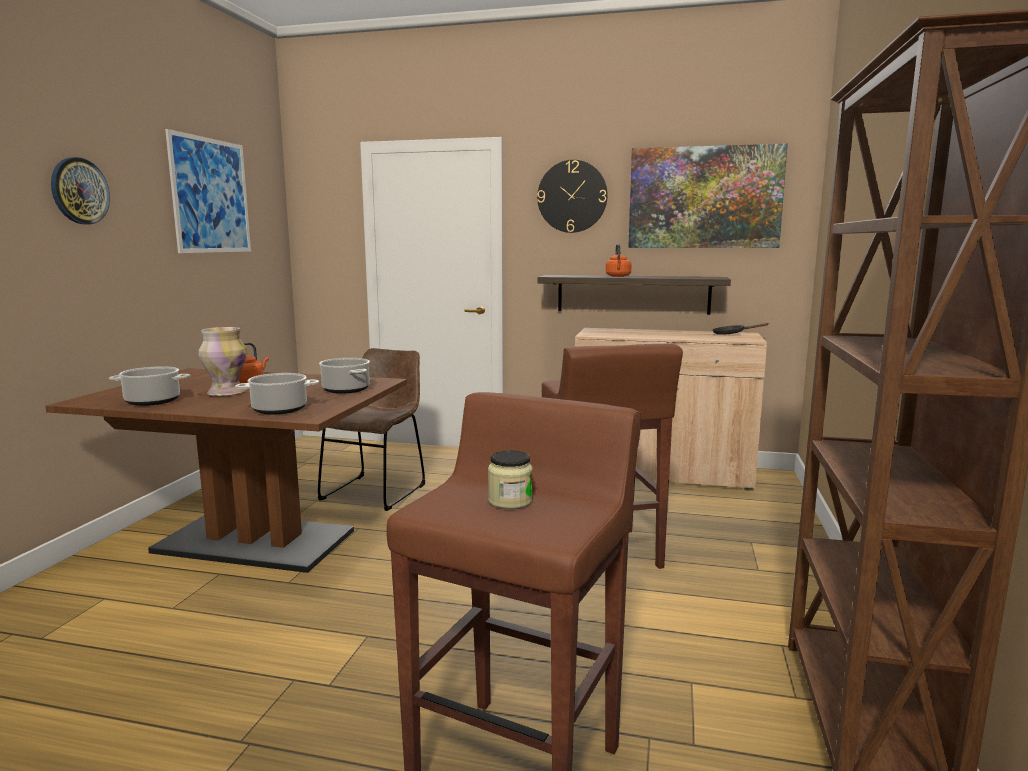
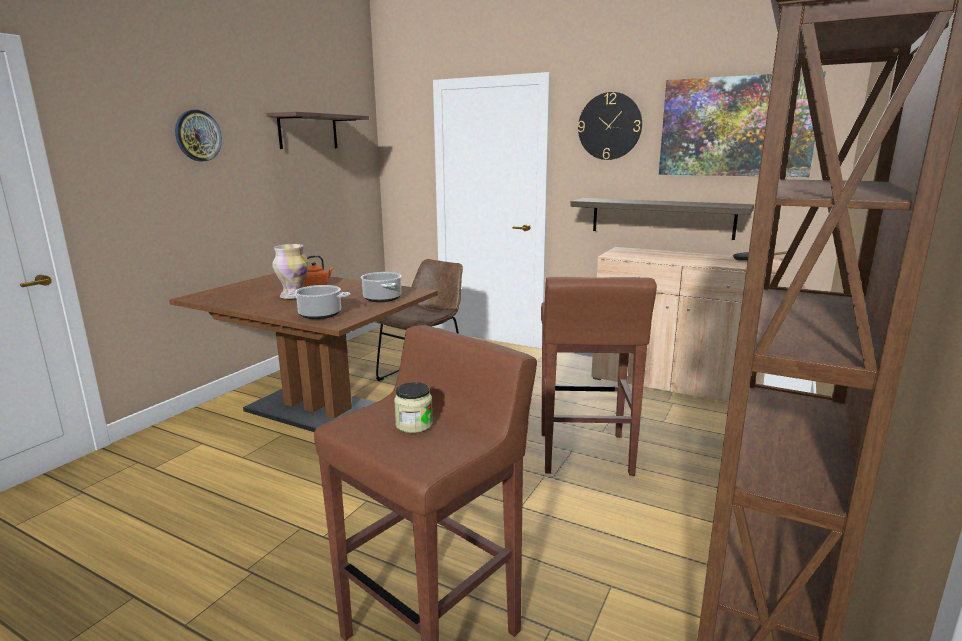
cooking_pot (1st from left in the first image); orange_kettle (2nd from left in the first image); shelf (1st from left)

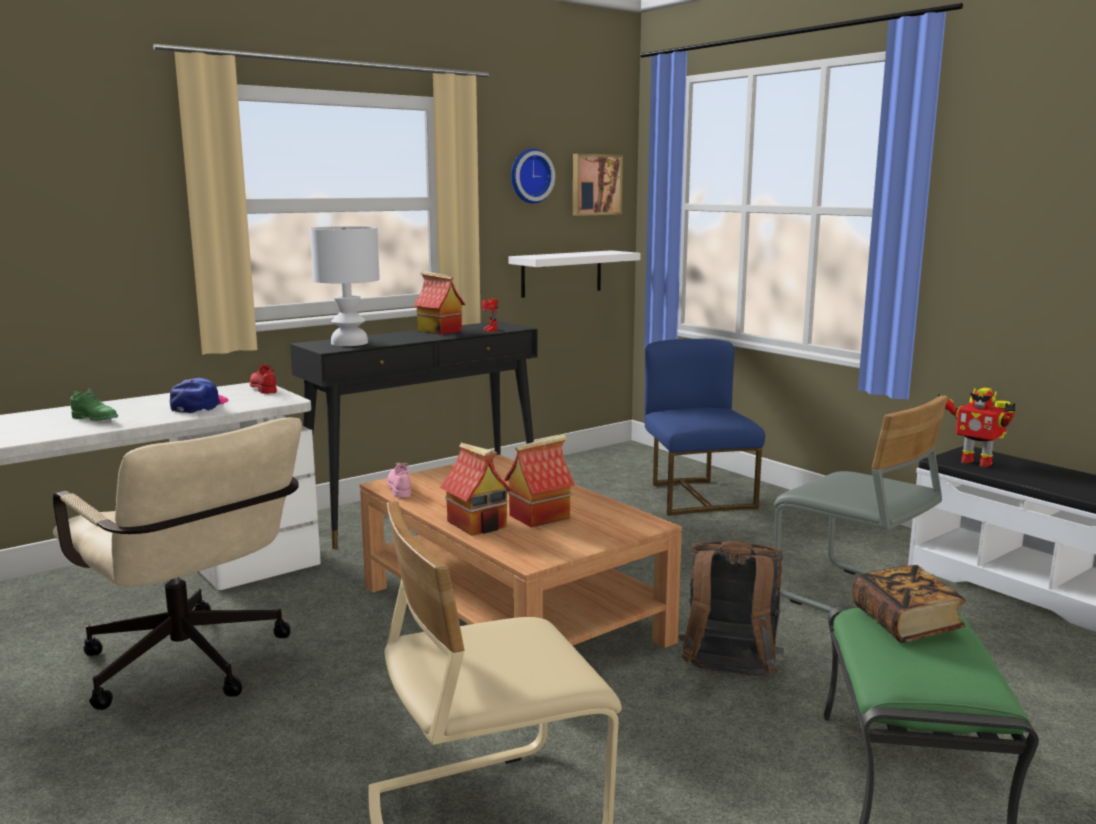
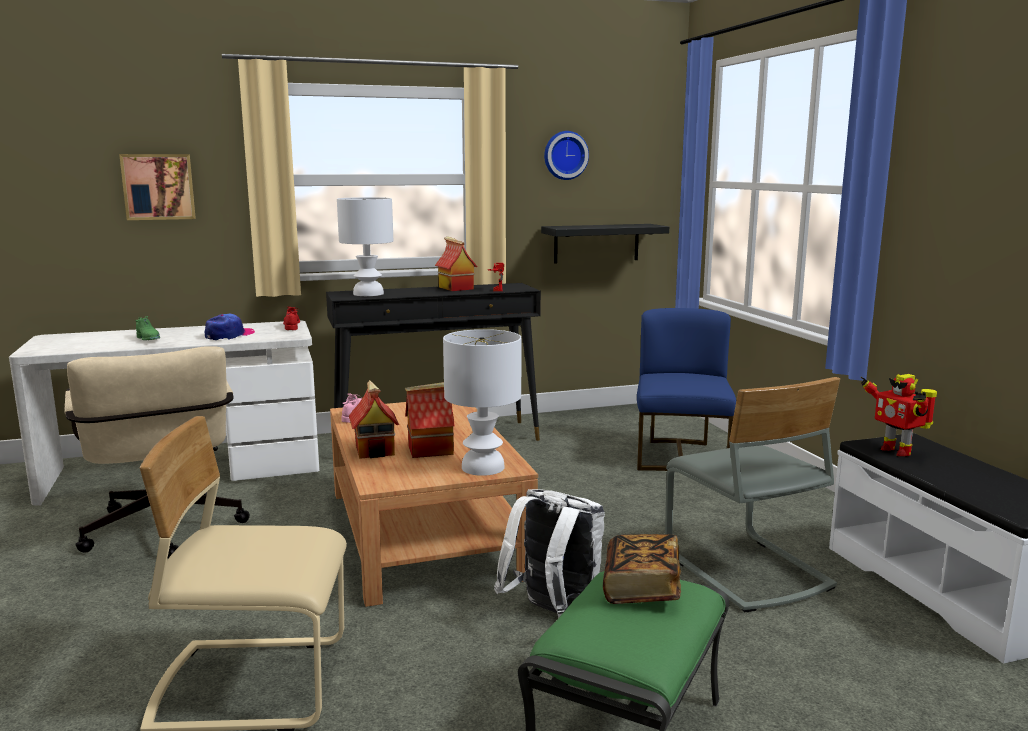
white_table_lamp (2nd from left); picture; black_shelf; white_backpack

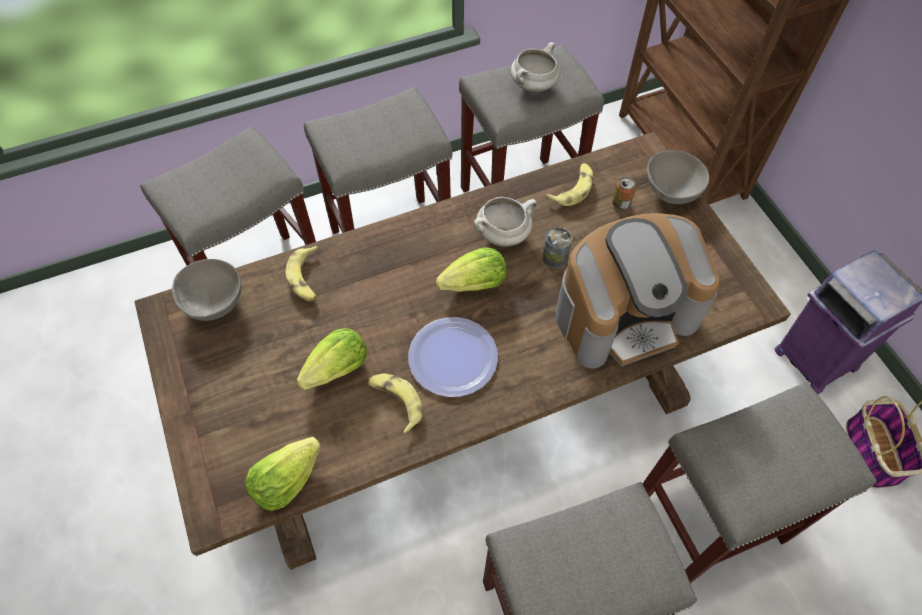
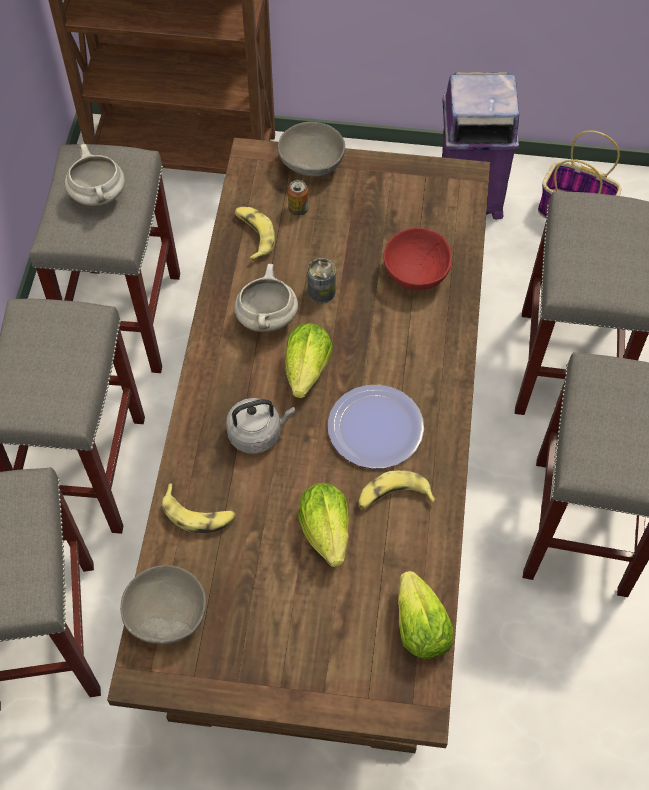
grey_kettle; red_bowl

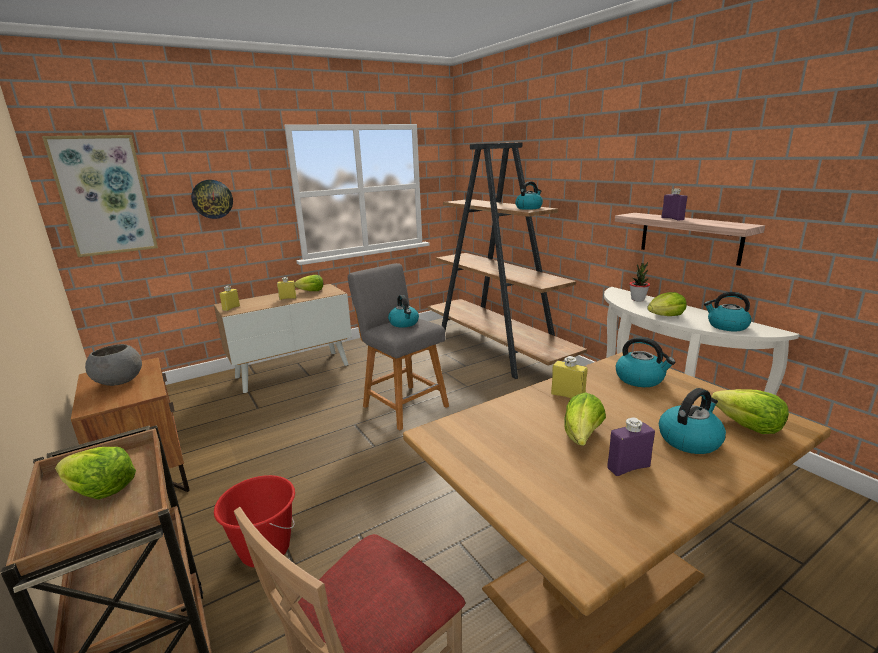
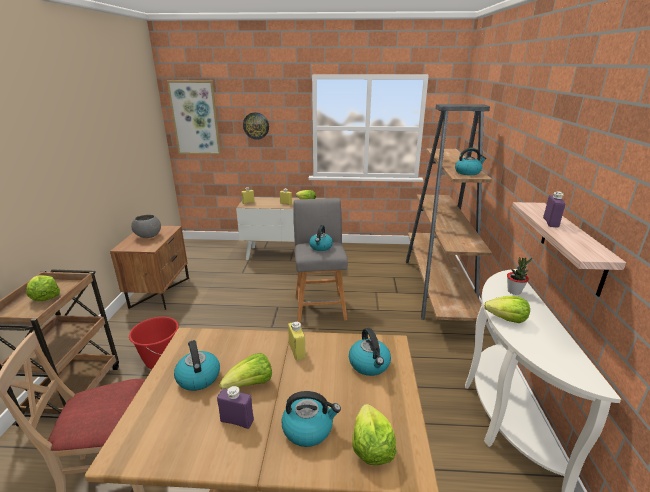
kettle (1st from left)

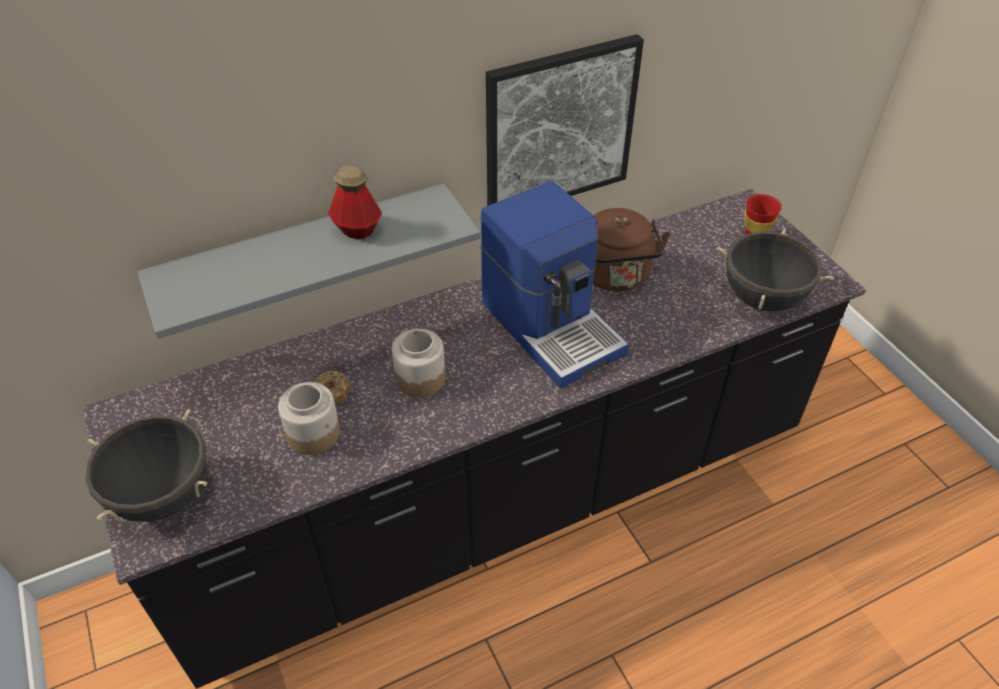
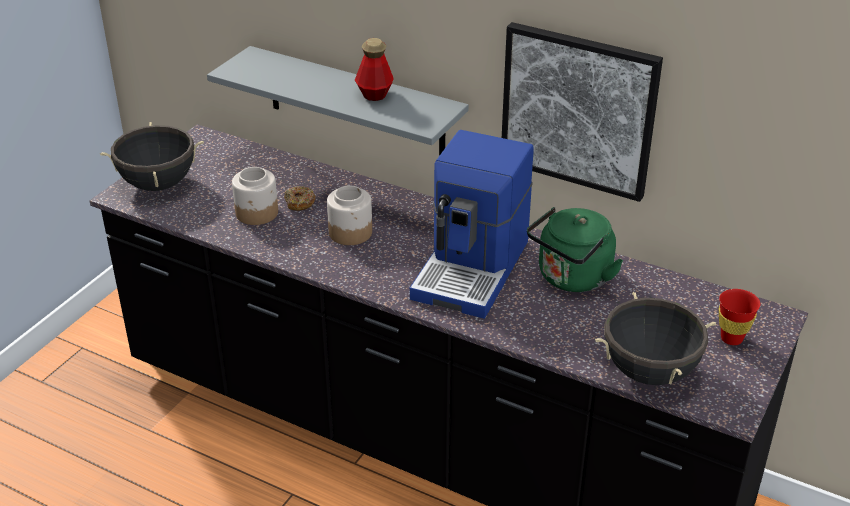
green_kettle

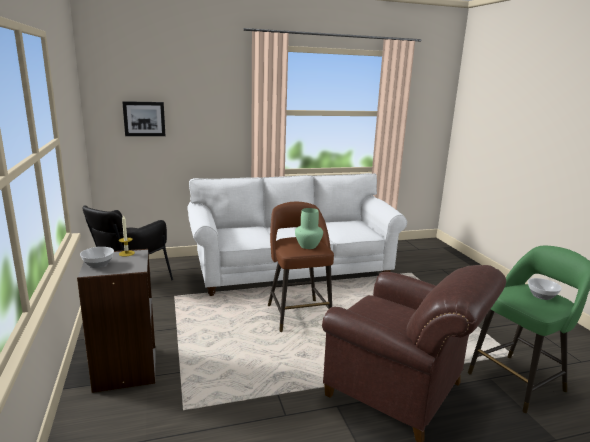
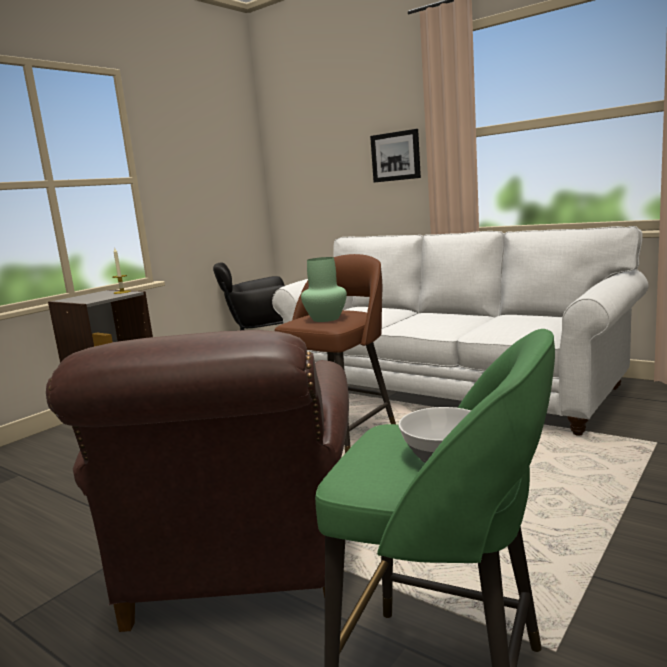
bowl (1st from left in the first image); picture

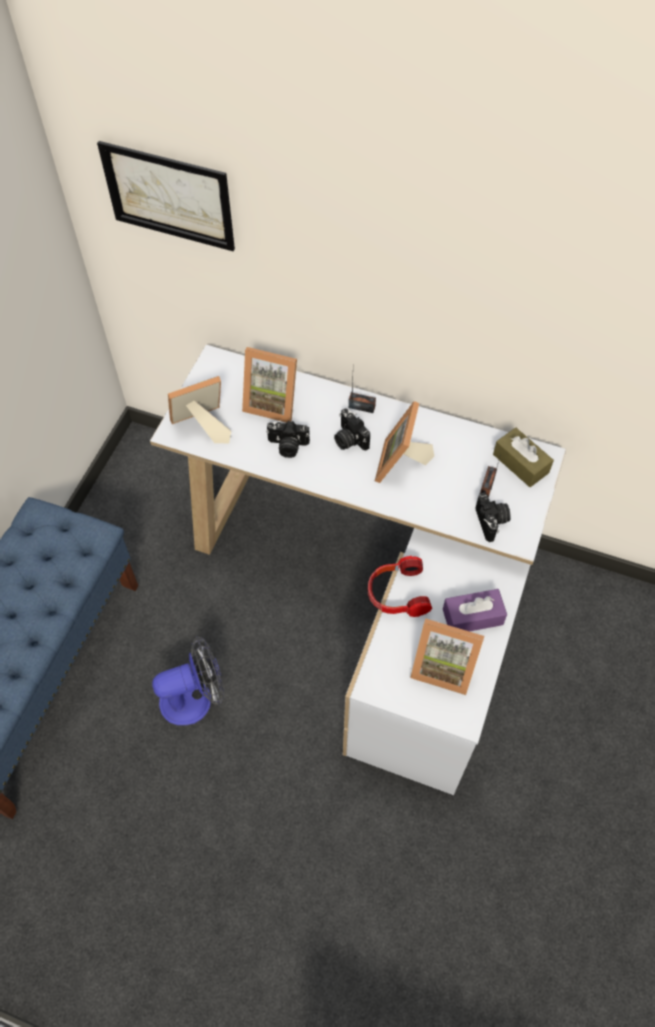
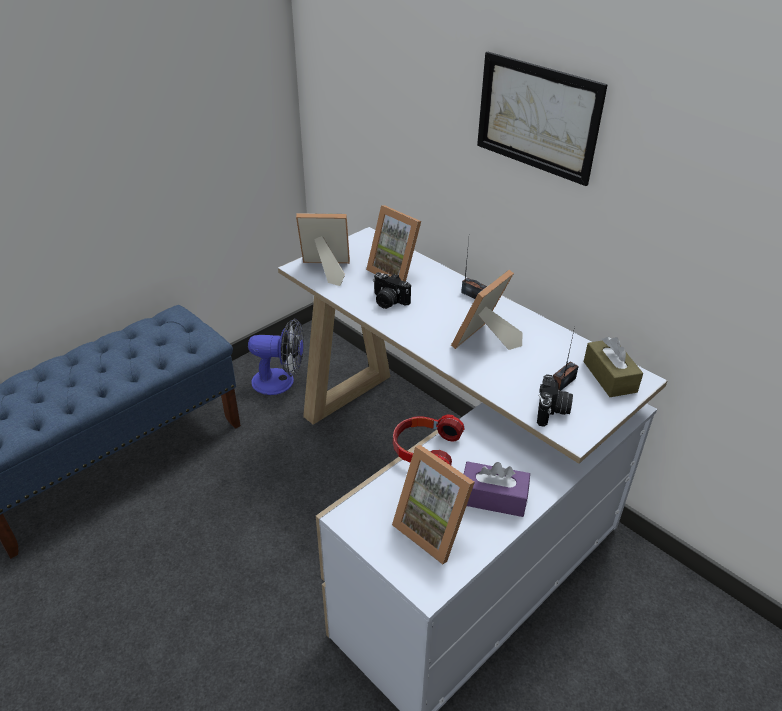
photo_camera (2nd from left in the first image); picture; fan

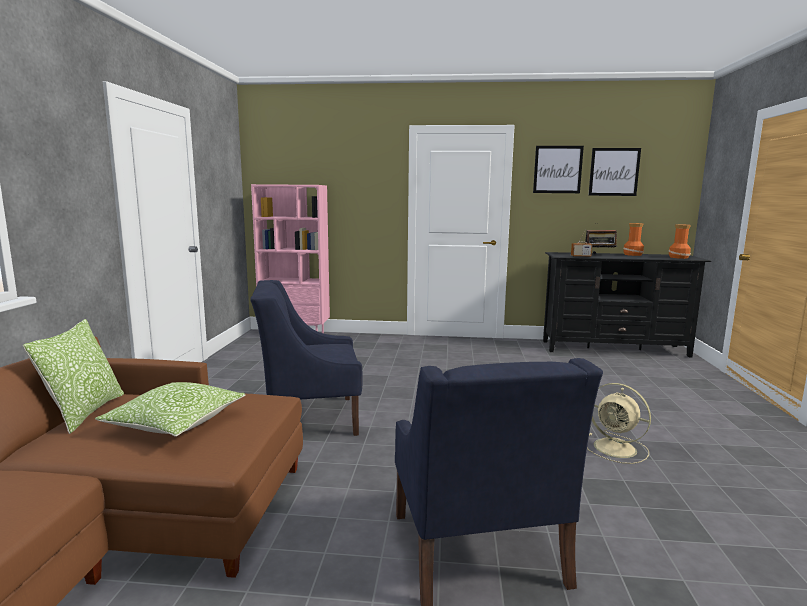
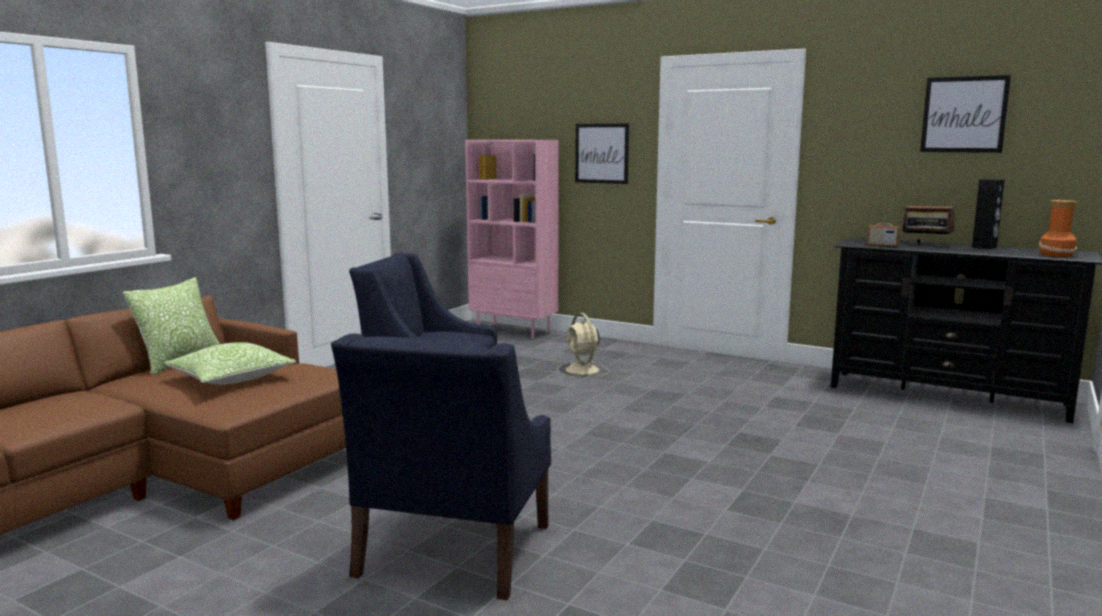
picture (1st from left); beige_fan; black_speaker

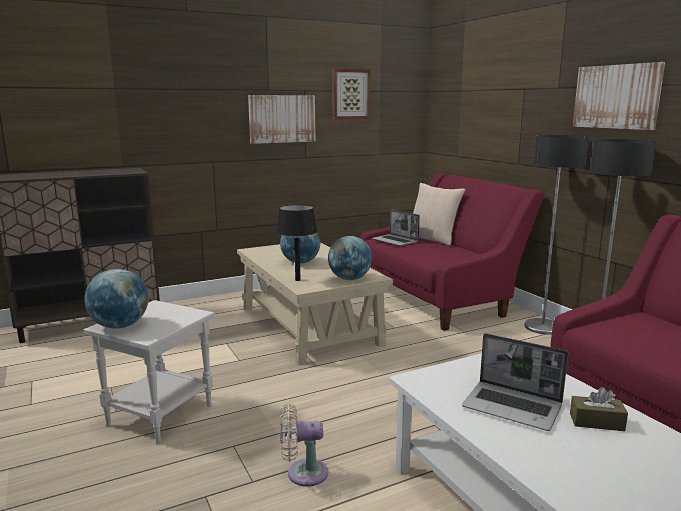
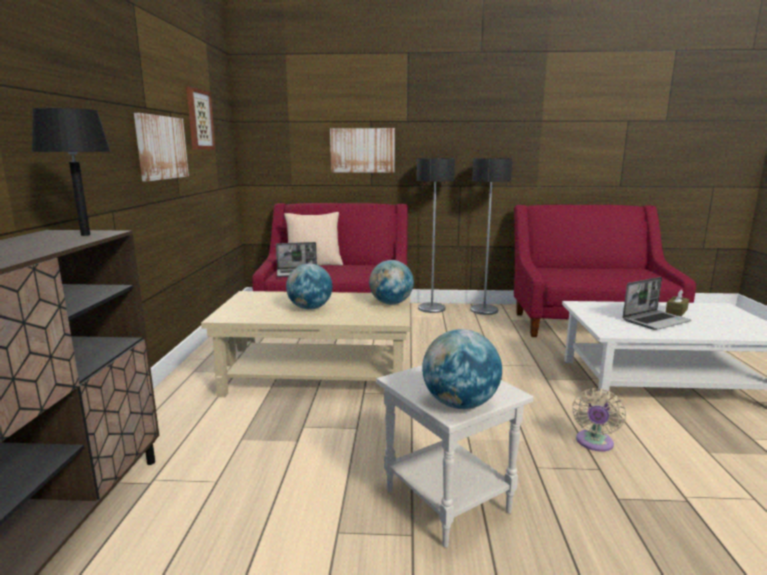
black_table_lamp; picture (3rd from left)

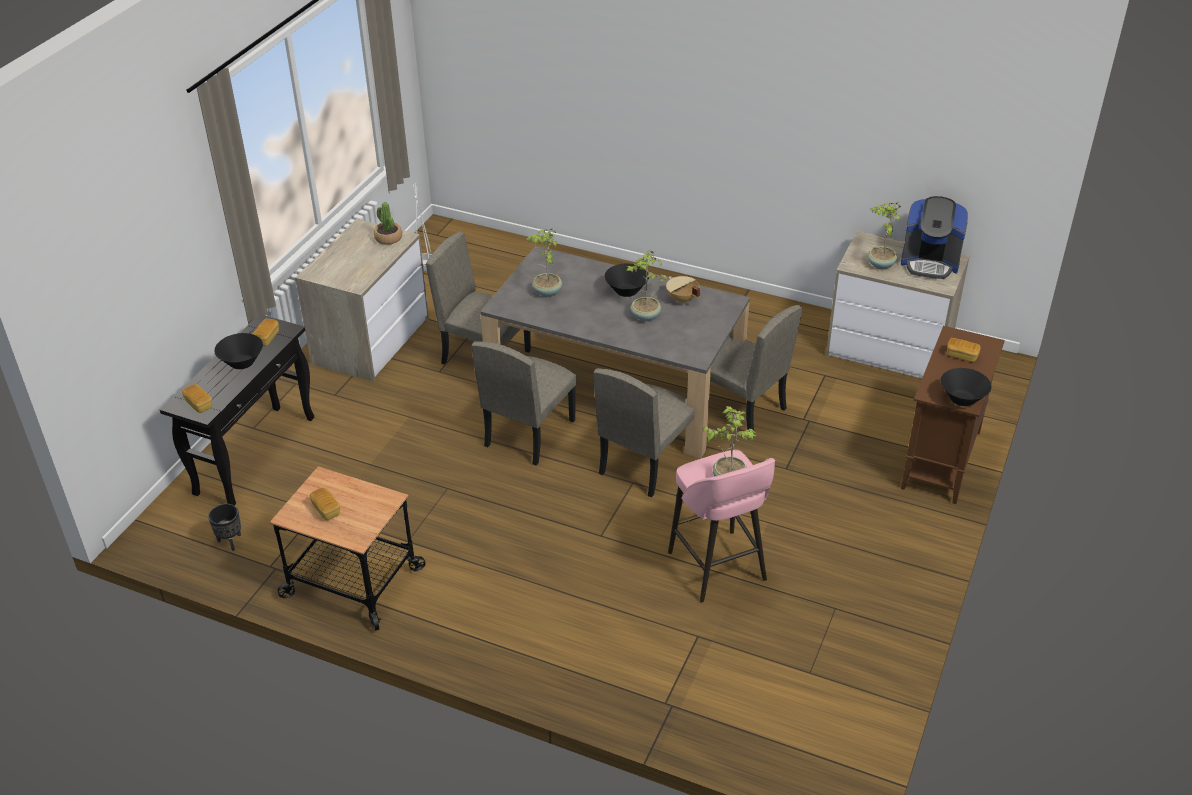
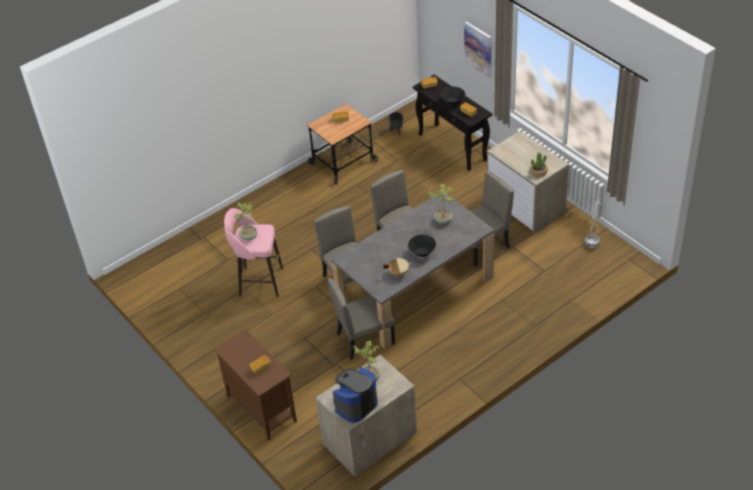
potted_plant (3rd from left in the first image); black_bowl (3rd from left in the first image); picture

